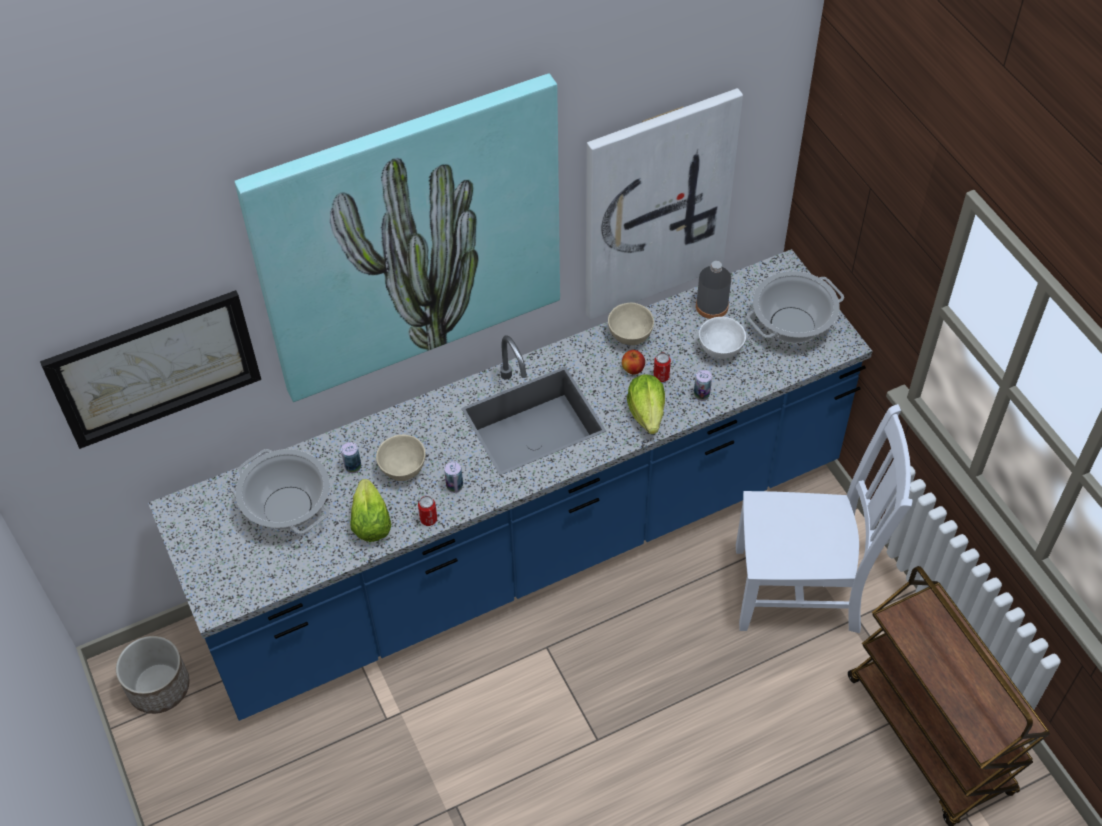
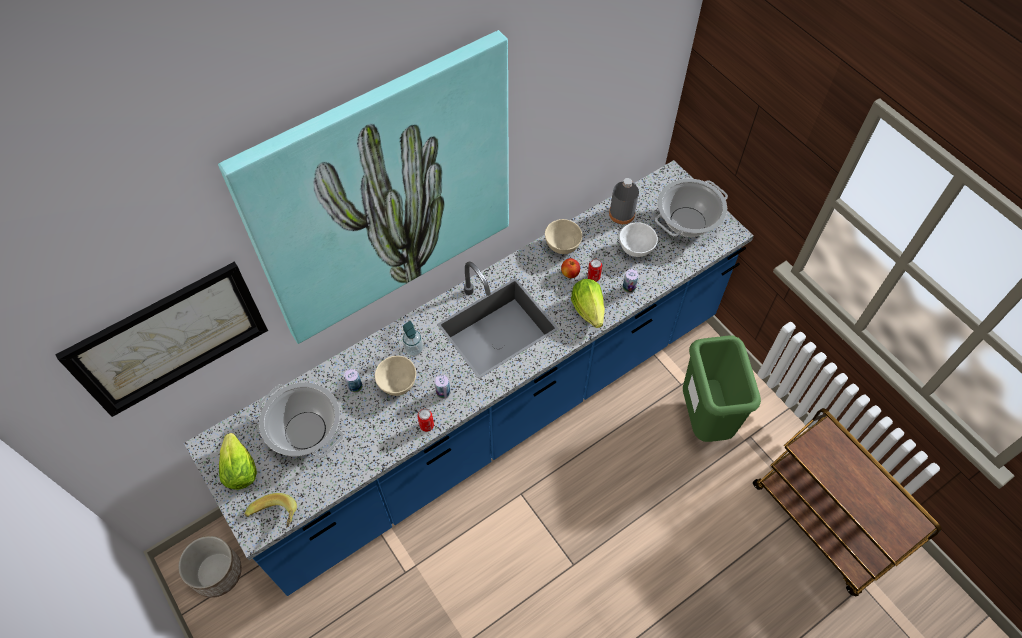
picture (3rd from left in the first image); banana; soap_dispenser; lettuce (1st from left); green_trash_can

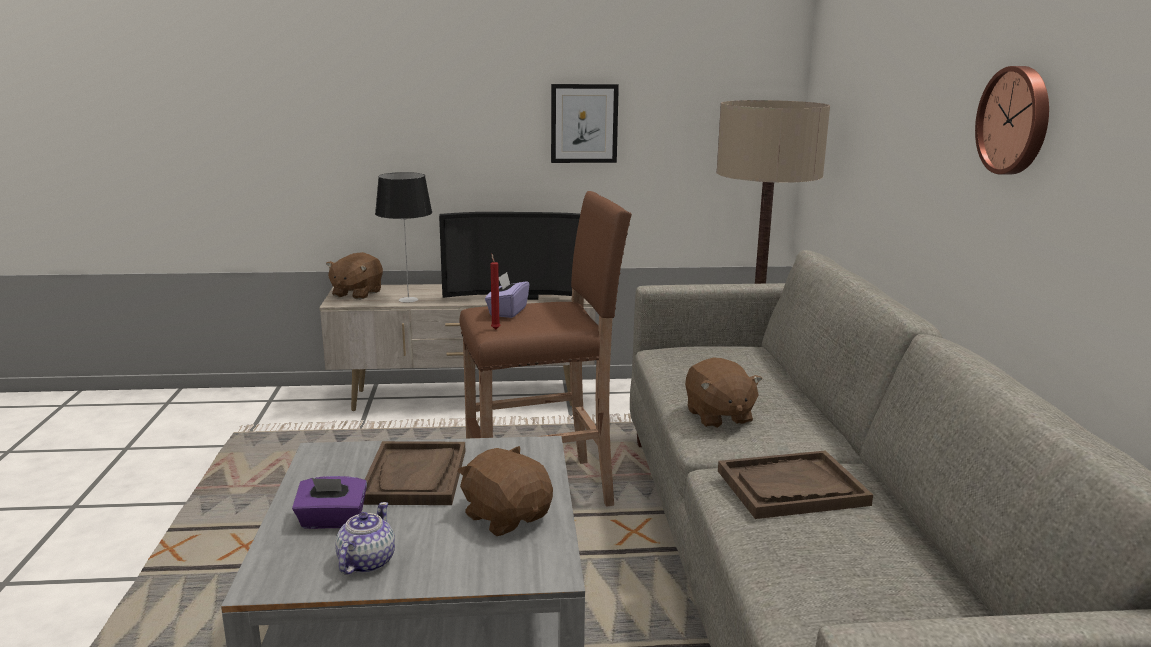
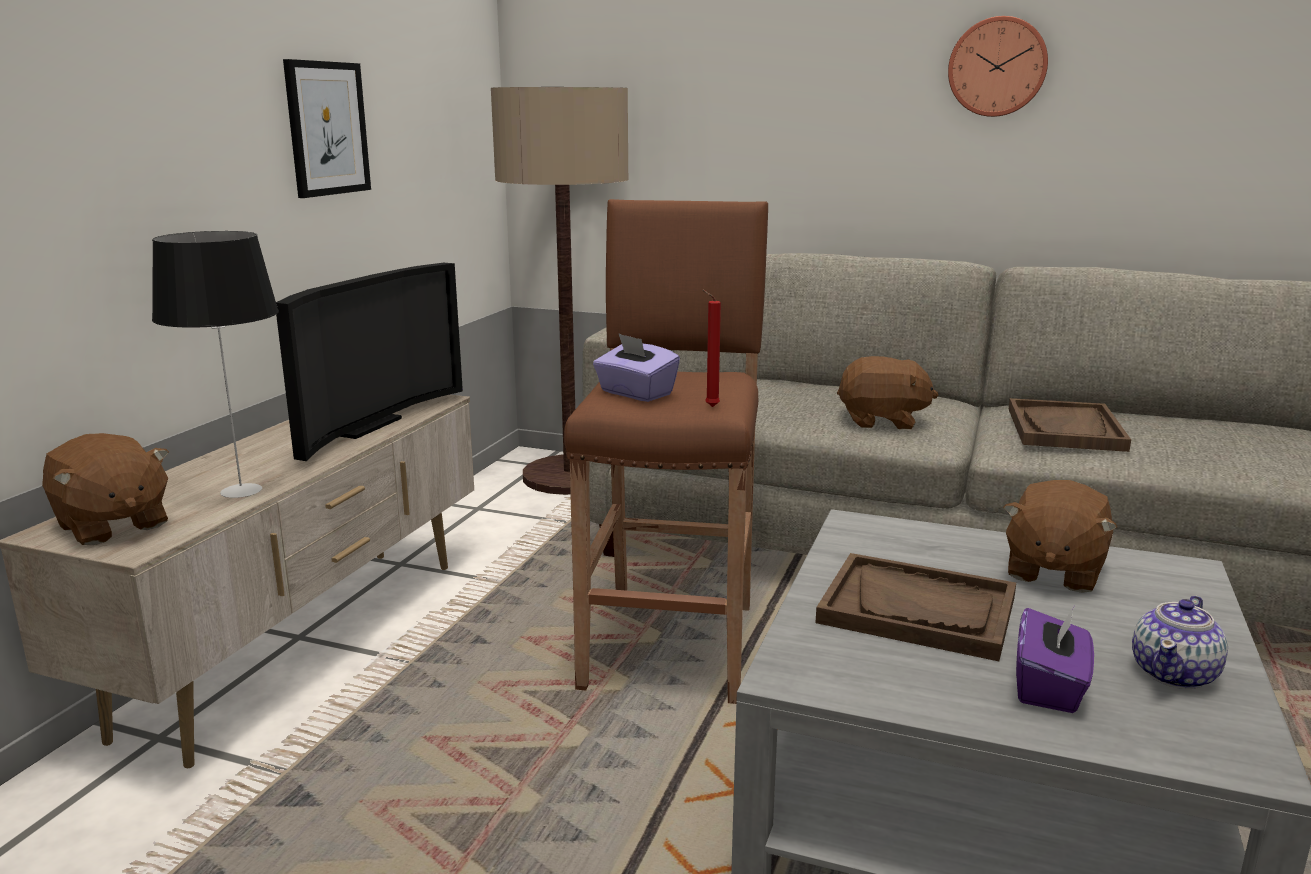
teapot; brown_plush_toy (3rd from left)

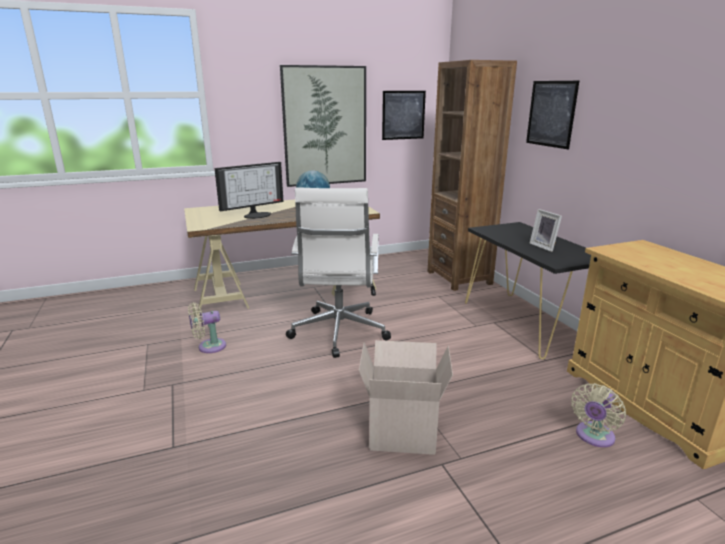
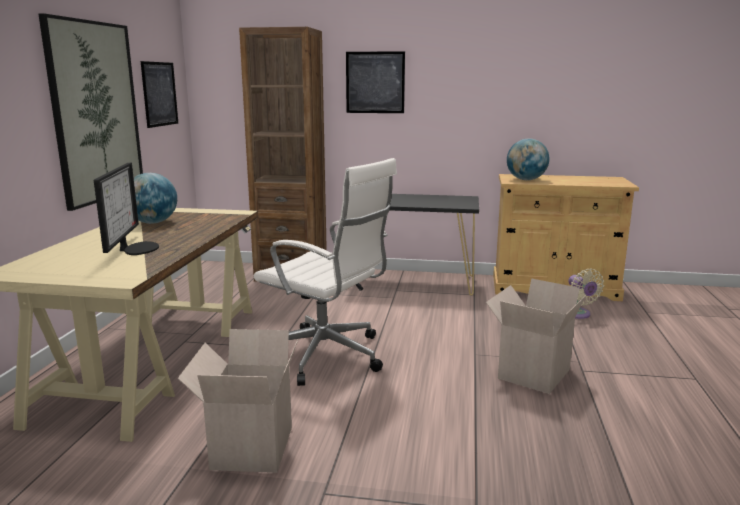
picture_frame; globe (2nd from left); cardboard_box (1st from left)

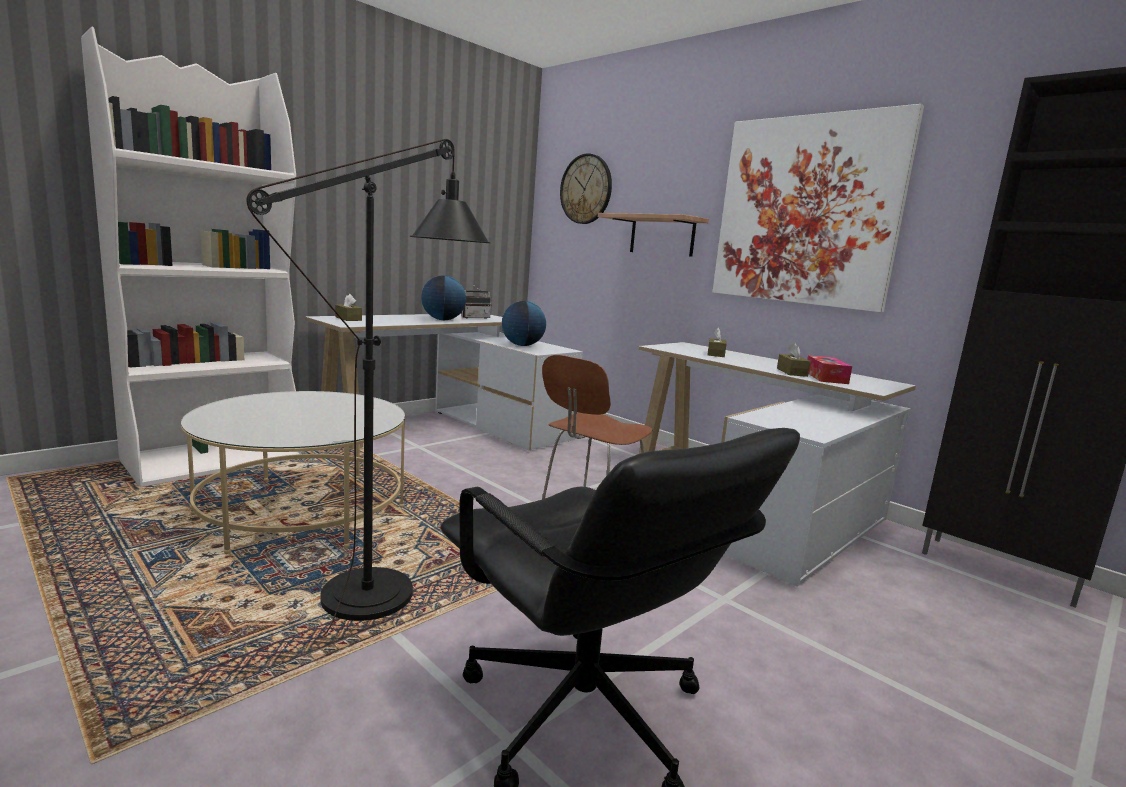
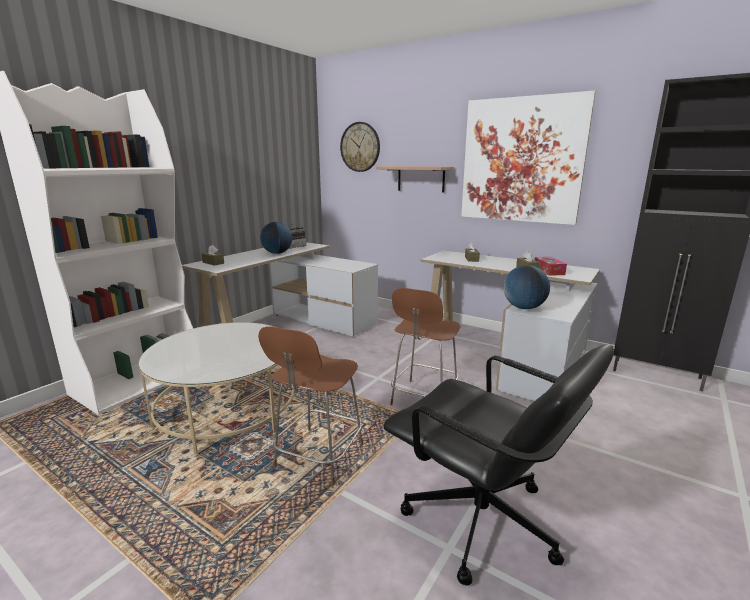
globe (2nd from left); brown_chair (1st from left)

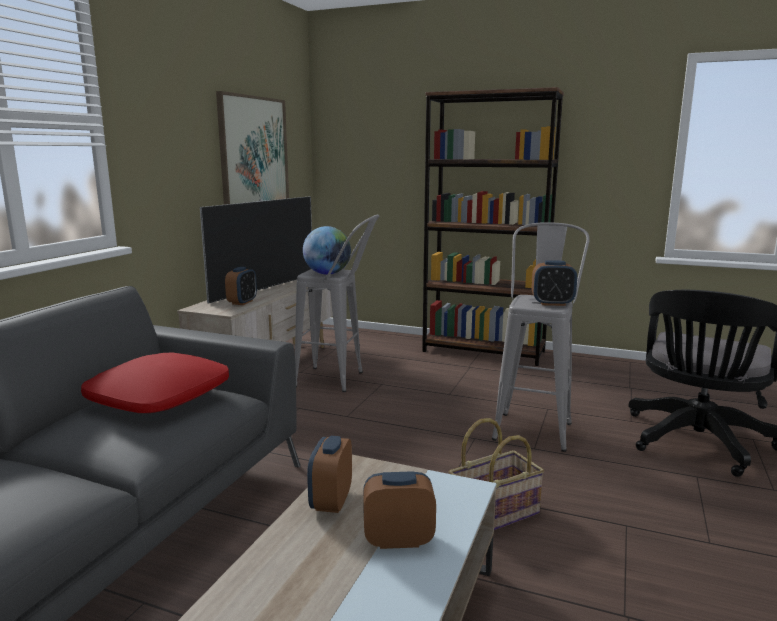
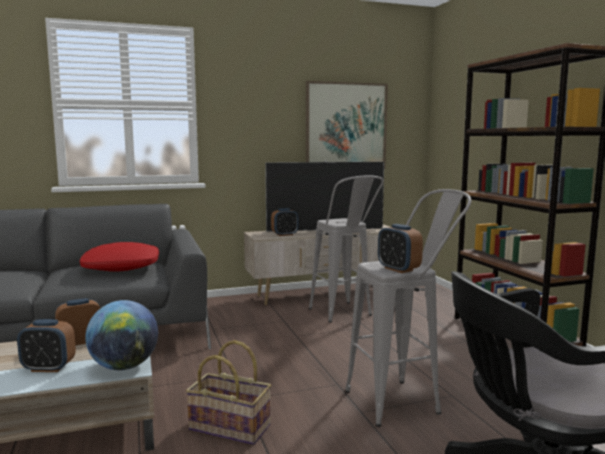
globe; alarm_clock (1st from left)

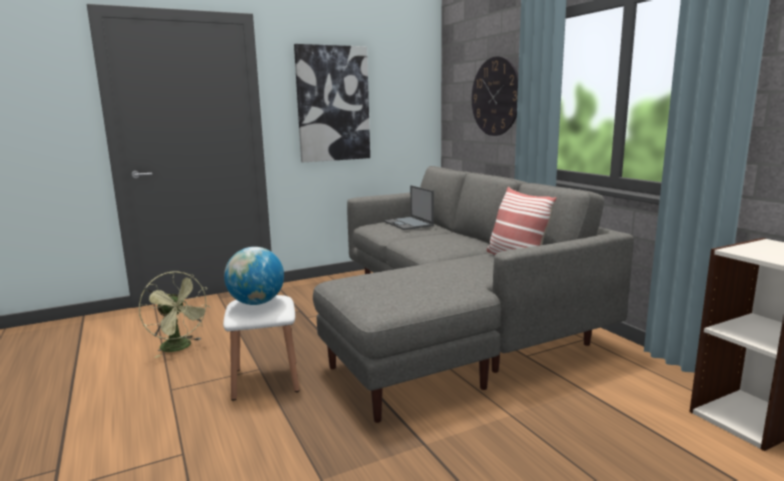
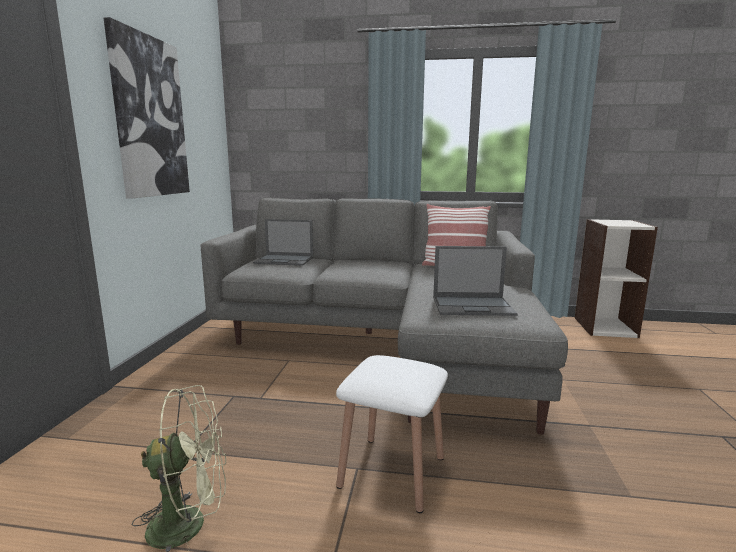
globe; wall_clock; laptop (2nd from left)

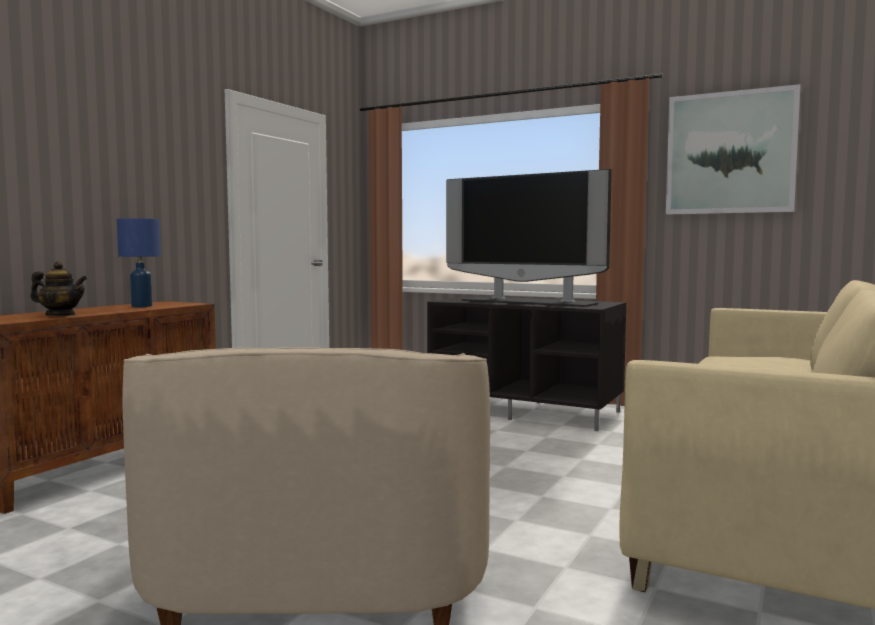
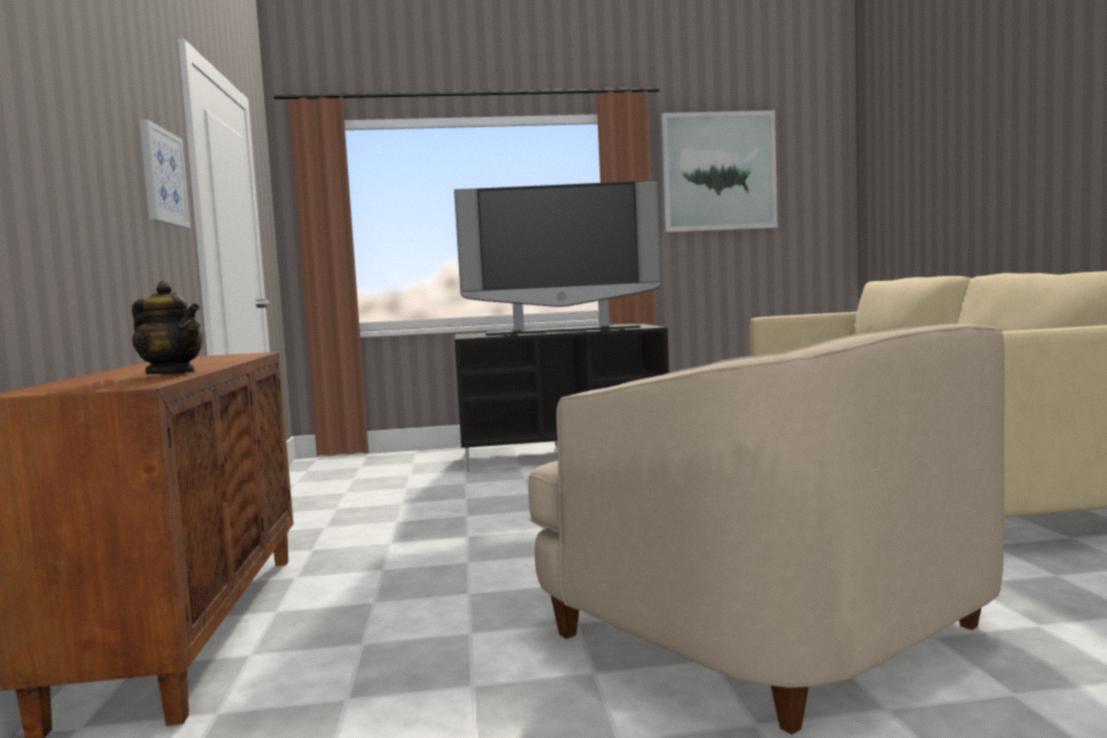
blue_table_lamp; picture (1st from left); teapot

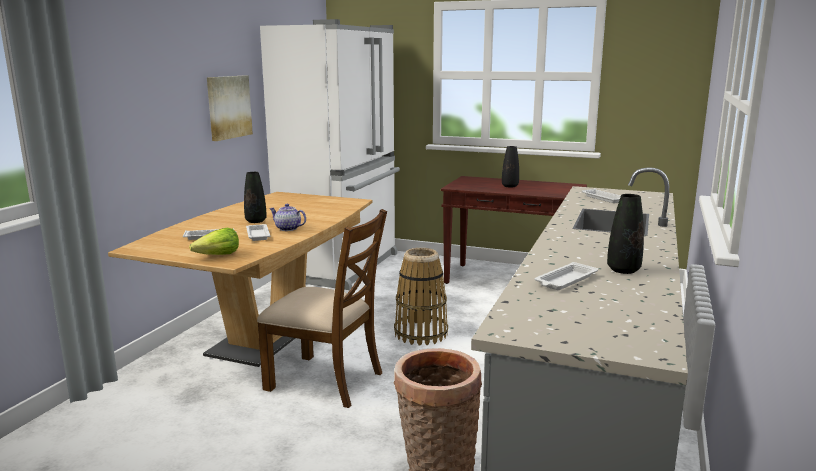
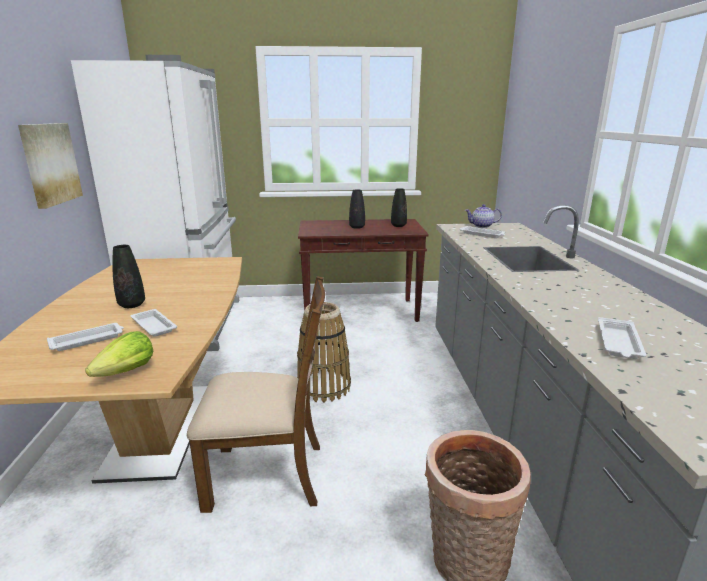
teapot; black_vase (3rd from left)

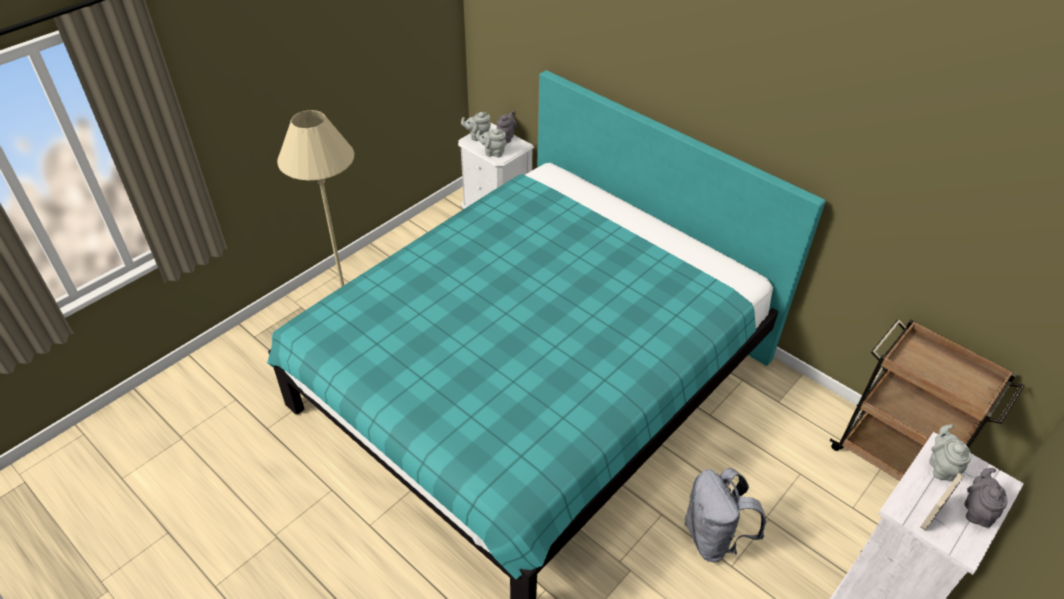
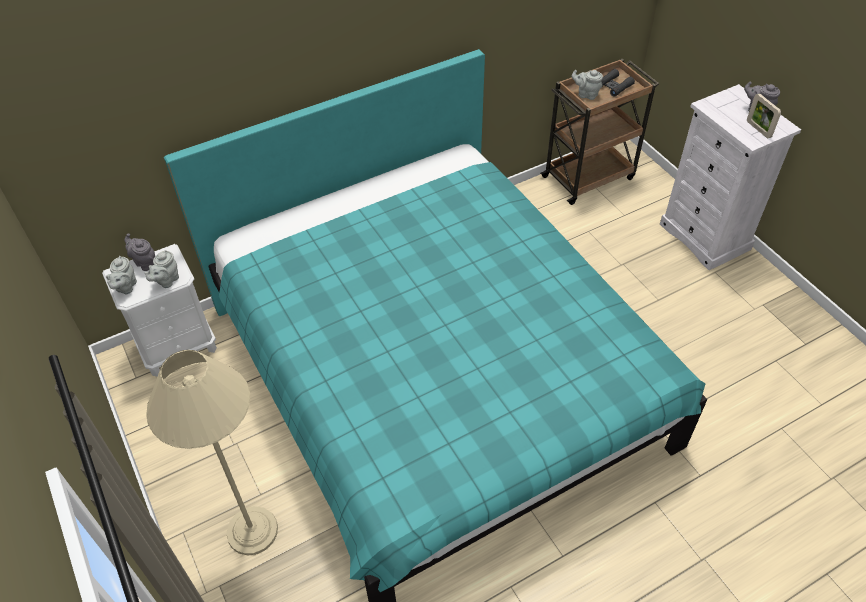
grey_backpack; black_binoculars; grey_teapot (4th from left)

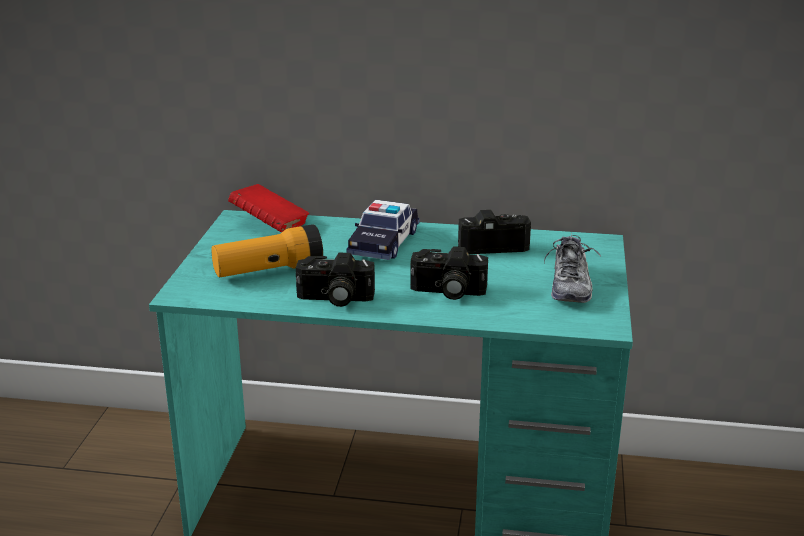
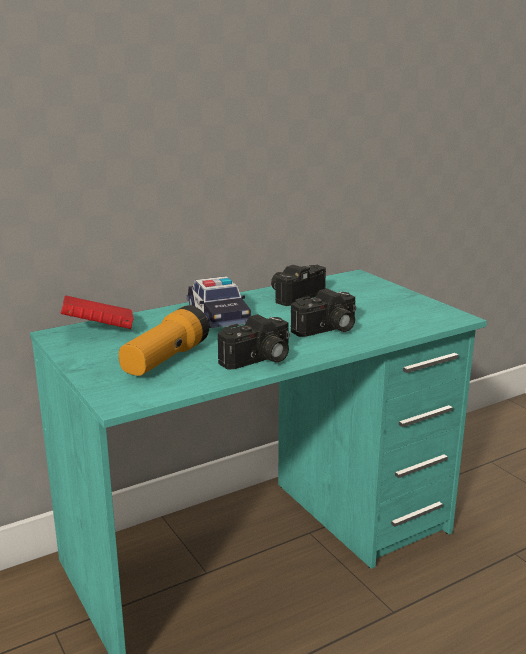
shoe

